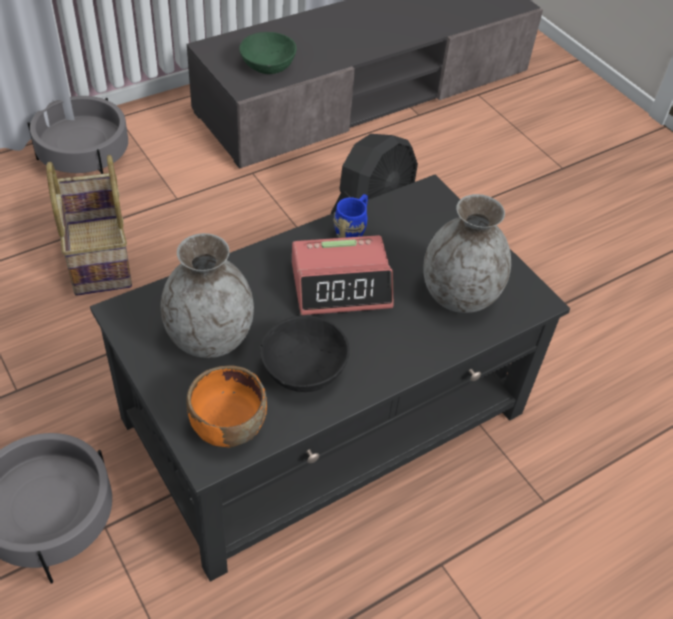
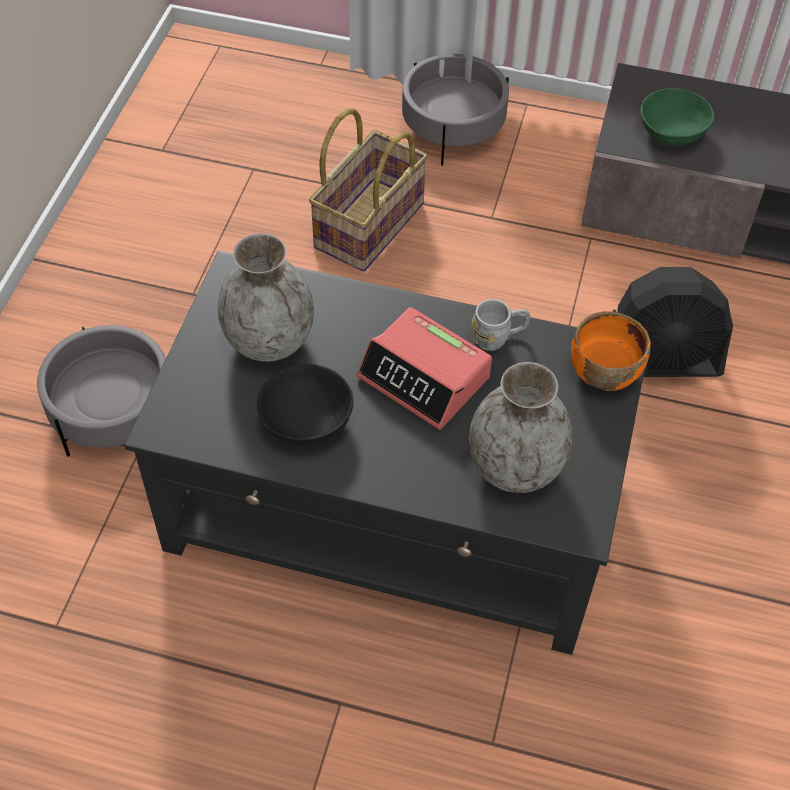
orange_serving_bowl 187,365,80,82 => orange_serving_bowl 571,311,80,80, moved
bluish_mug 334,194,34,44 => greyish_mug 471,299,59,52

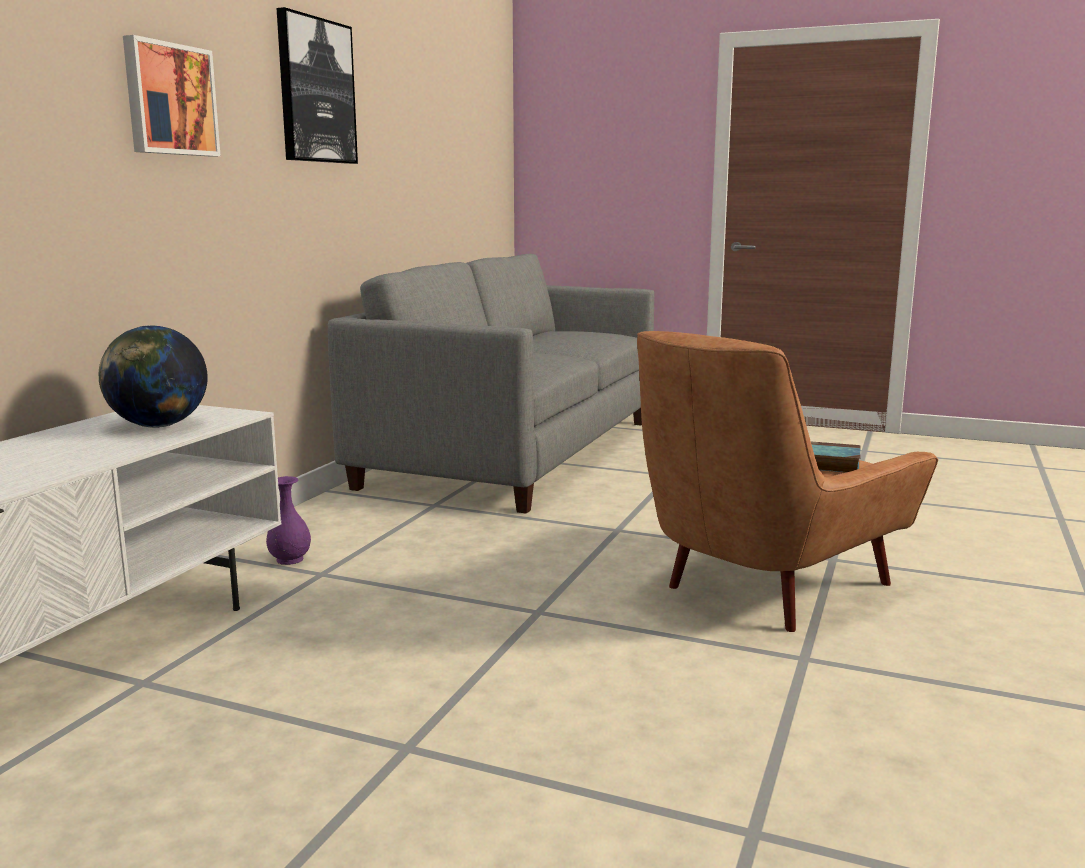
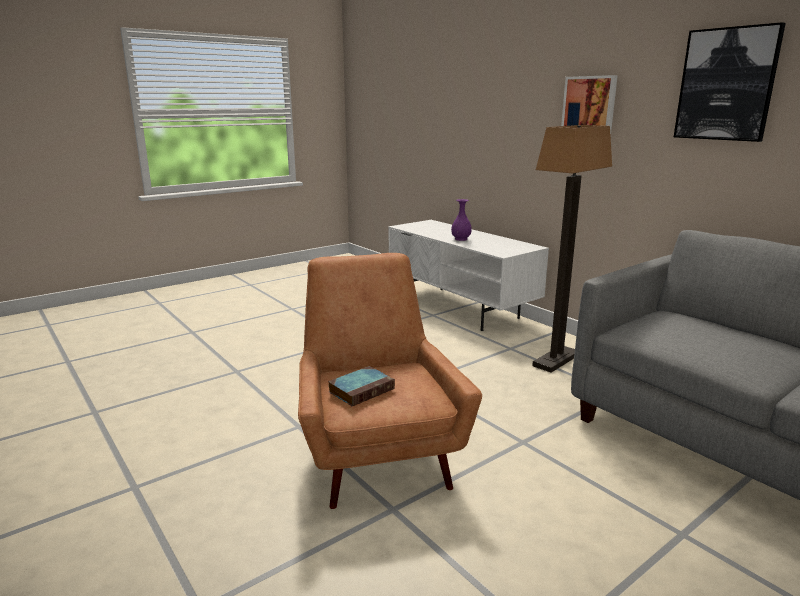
world_globe 99,325,109,103 => nothing
purple_vase 266,476,45,89 => purple_vase 451,199,21,42, moved
nothing => floor_lamp 532,125,80,247

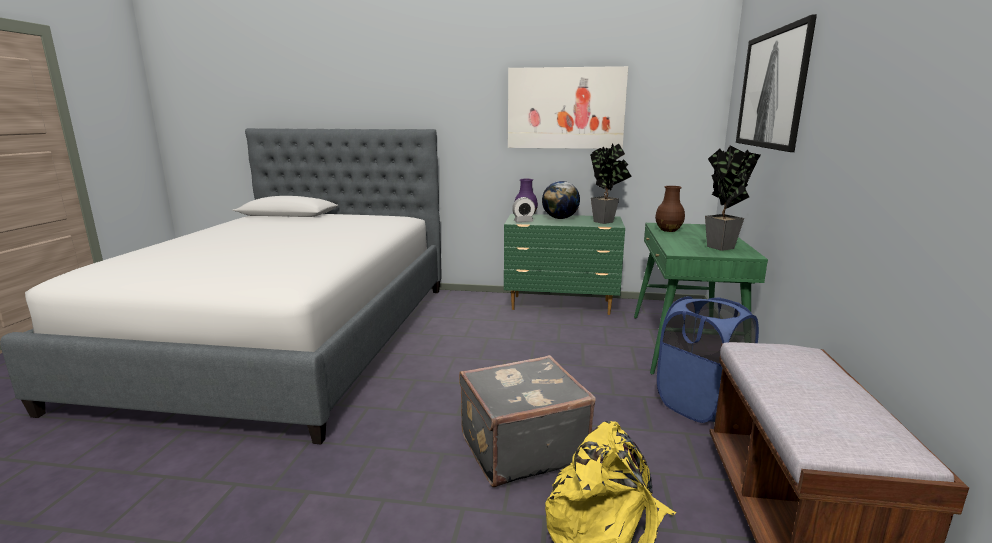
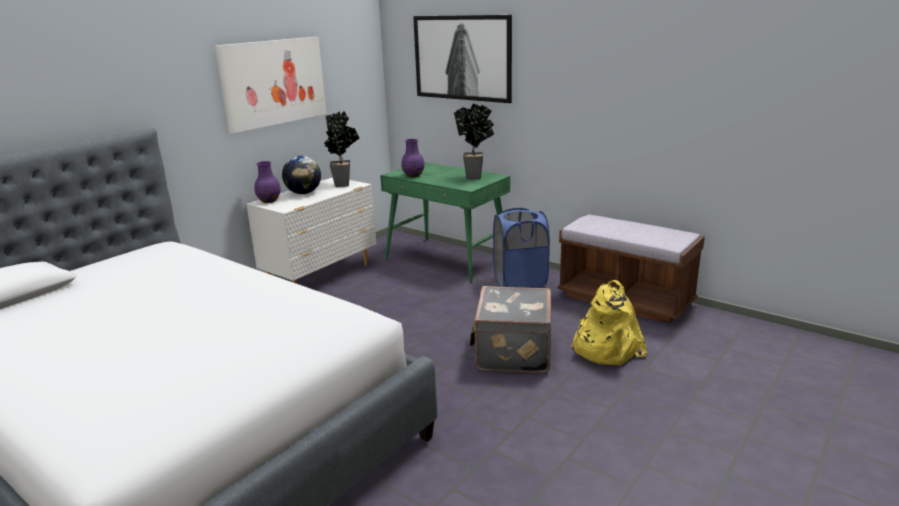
green_dresser 504,214,121,101 => white-coloured_dresser 246,177,130,107
alarm_clock 512,197,23,25 => nothing
brownish_vase 655,186,30,46 => purple_vase 401,139,24,38

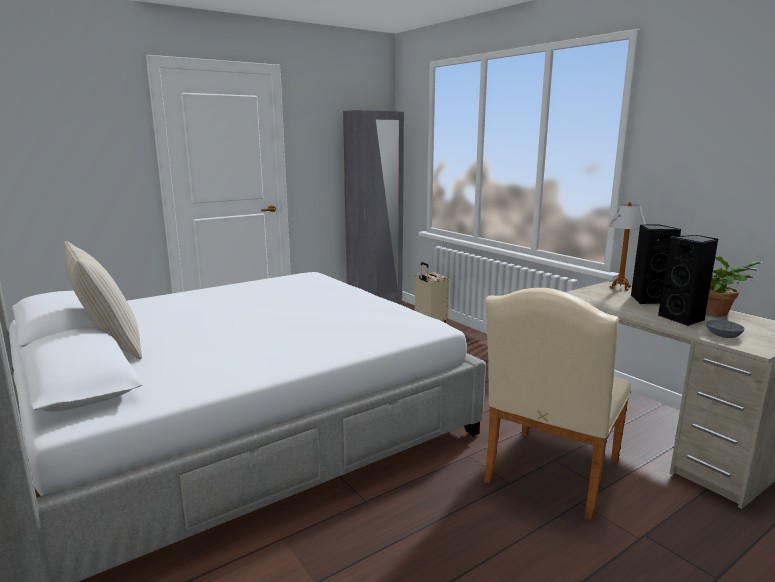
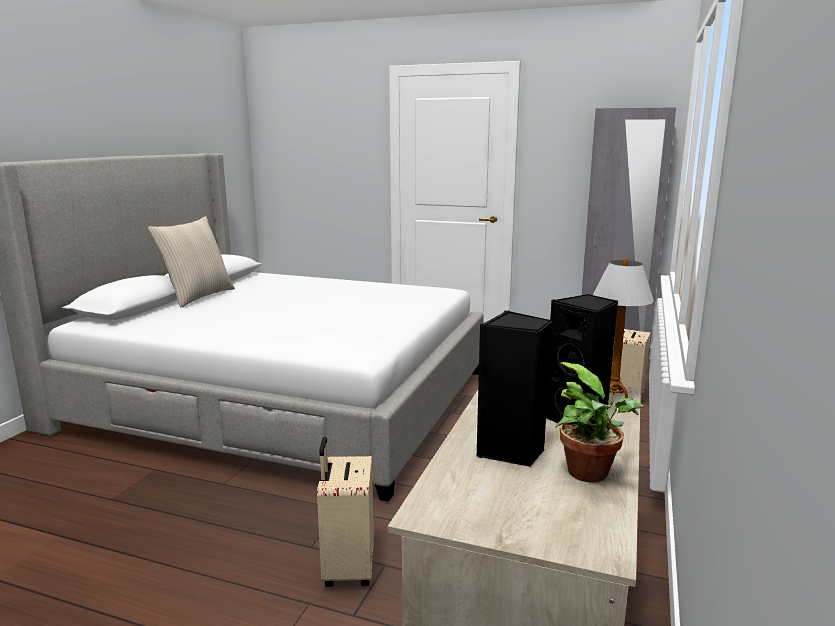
beige-coloured_plain_chair 484,288,147,233 => beige-coloured_suitcase 317,437,57,150
greyish_serving_bowl 706,320,39,18 => nothing

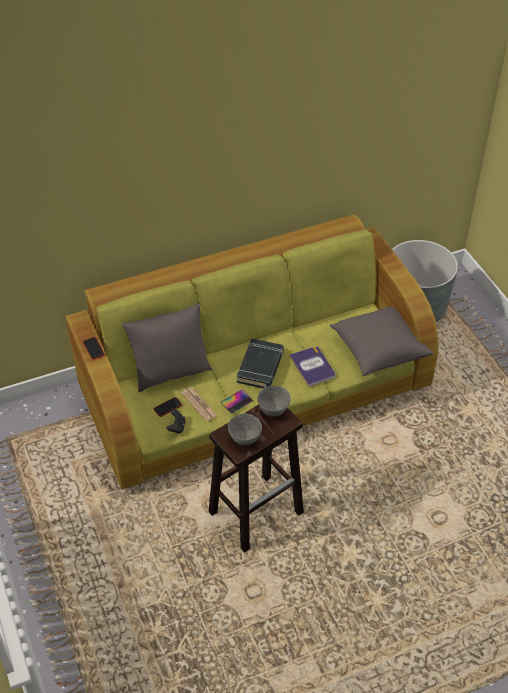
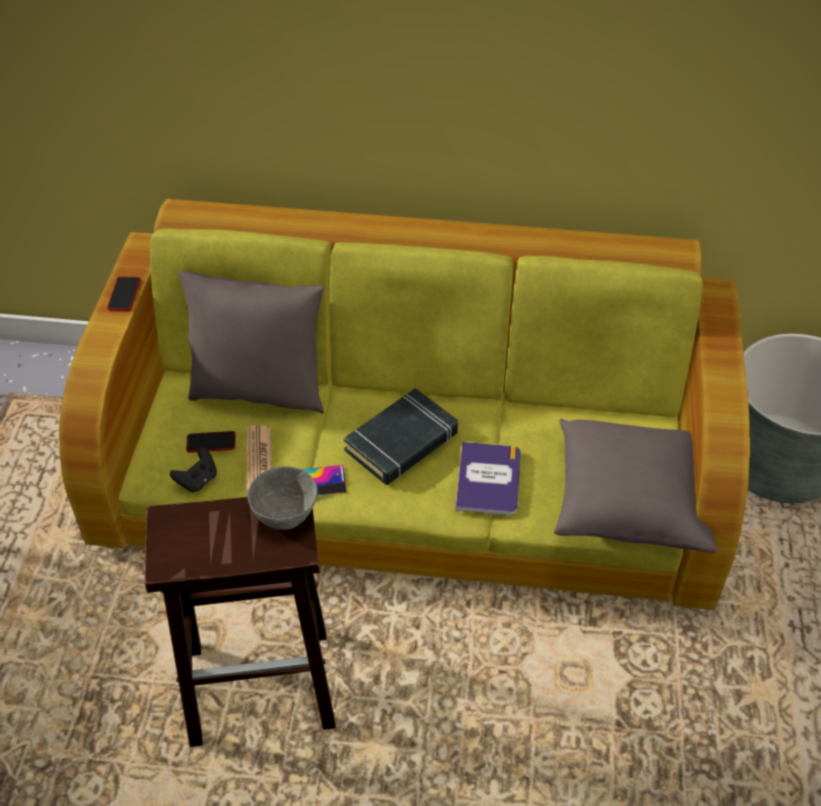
greyish_serving_bowl 228,414,34,31 => nothing

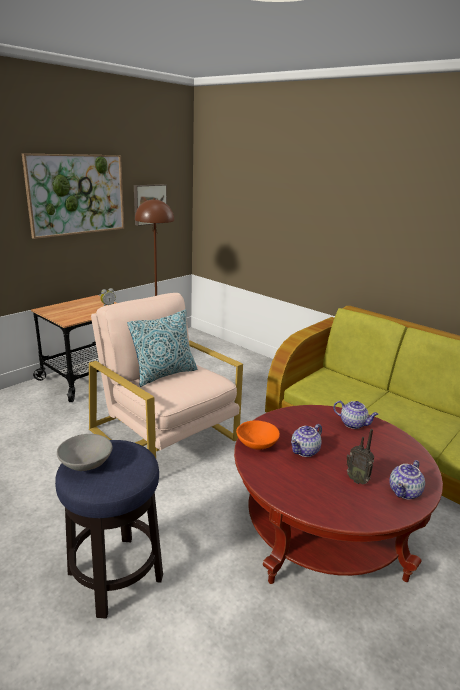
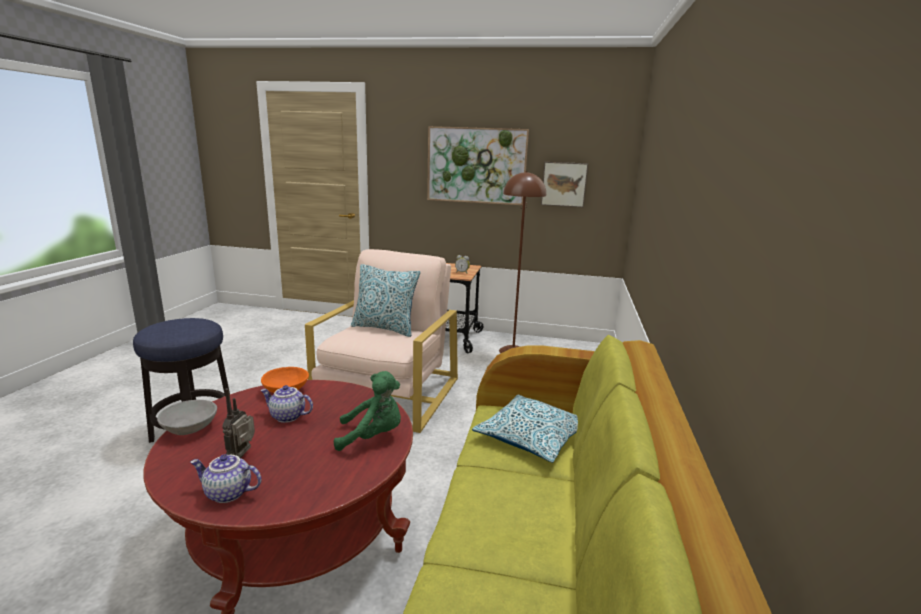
greyish_serving_bowl 57,434,56,37 => greyish_serving_bowl 157,400,60,35, moved
tea_pot 333,401,46,28 => green_plush_toy 334,371,67,80
nothing => pillow 472,394,106,69

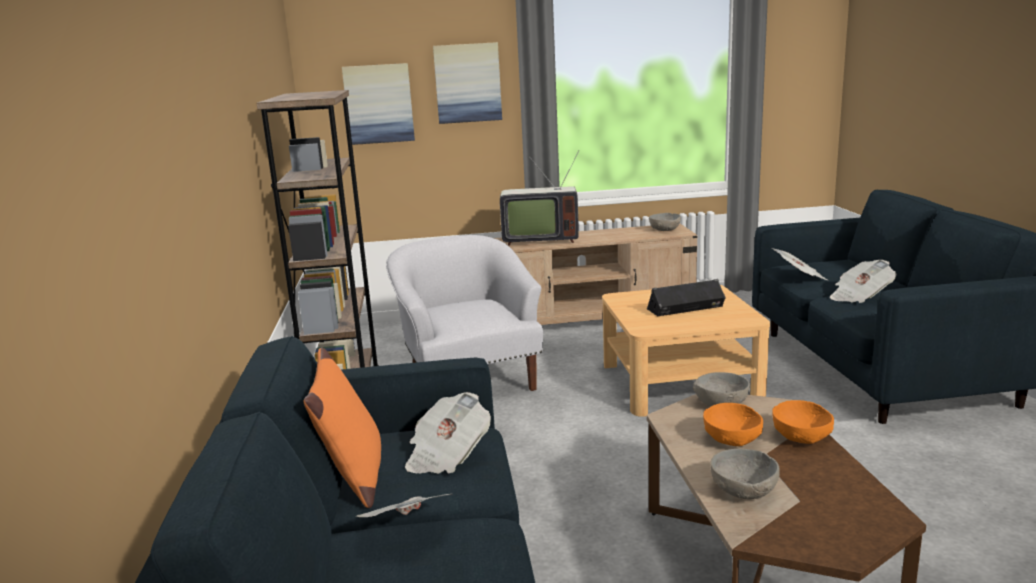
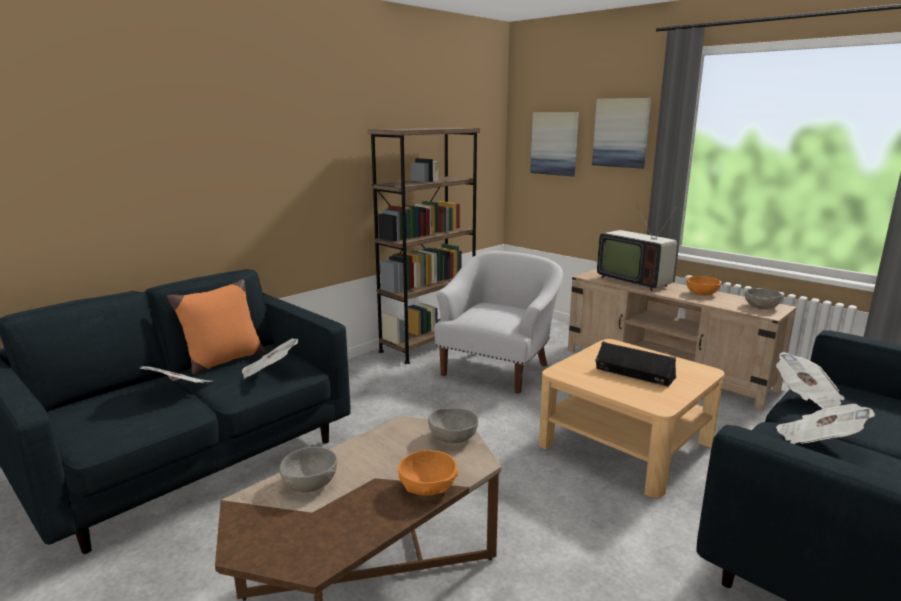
orange_serving_bowl 703,403,60,43 => orange_serving_bowl 687,276,34,19, moved

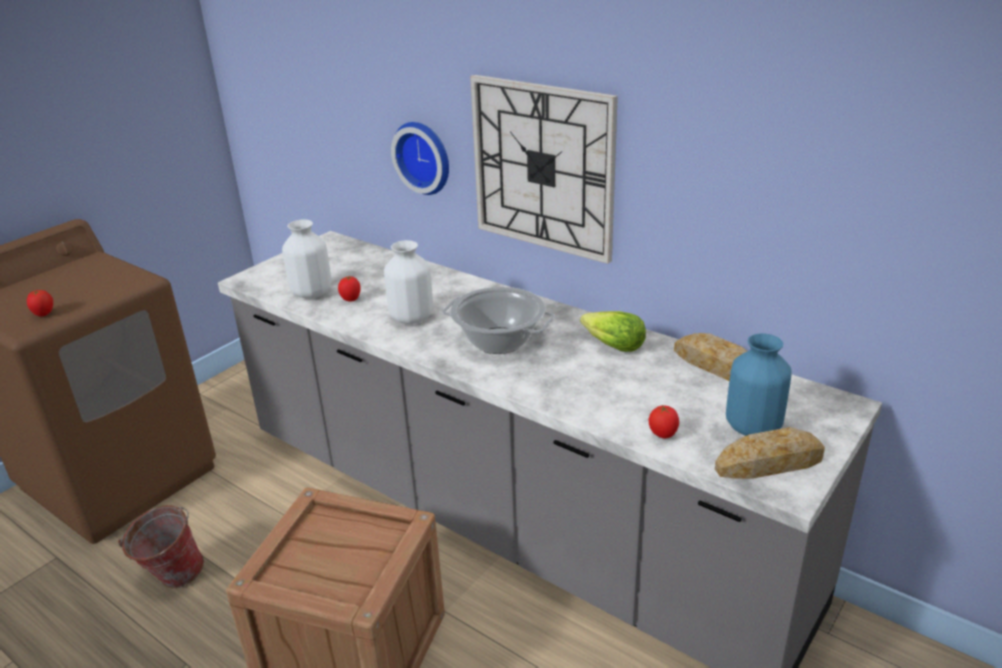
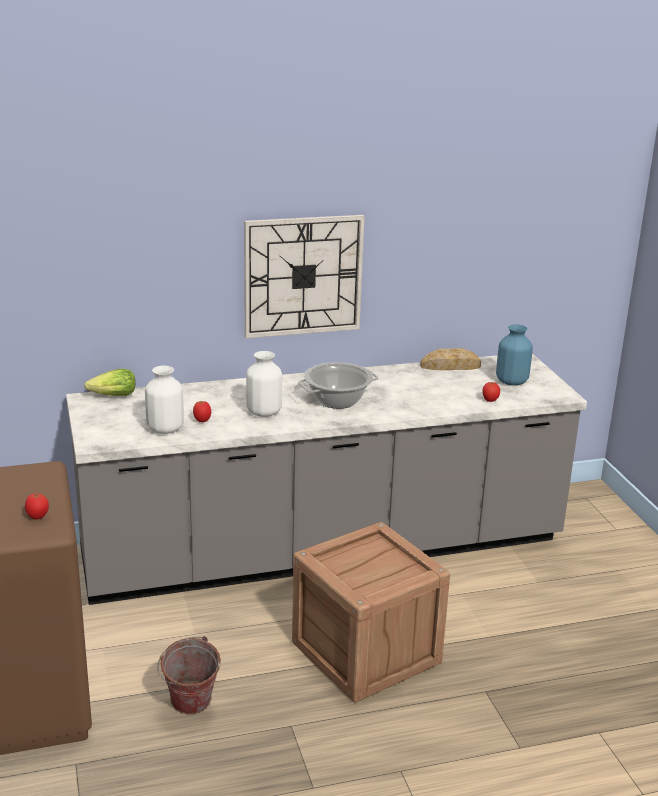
clock_on_the_wall 391,122,58,73 => nothing
head_of_lettuce 580,311,66,41 => head_of_lettuce 84,369,51,27, moved
baked_bread 715,427,110,52 => nothing

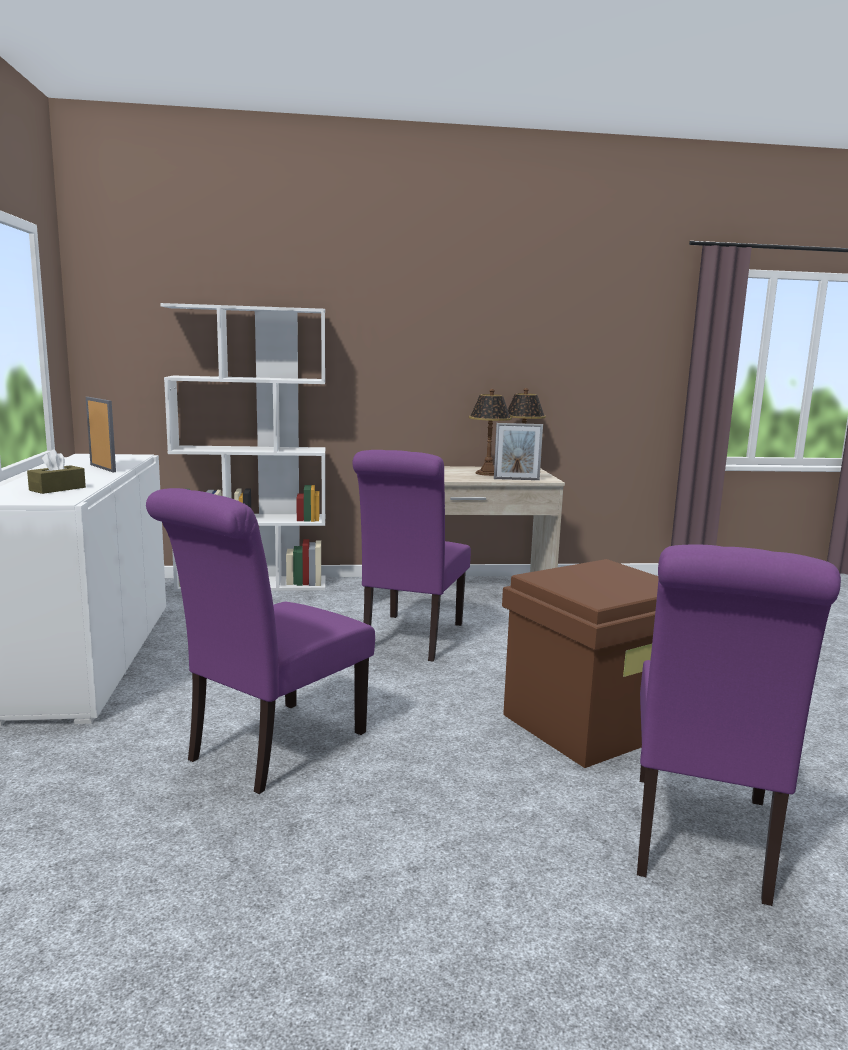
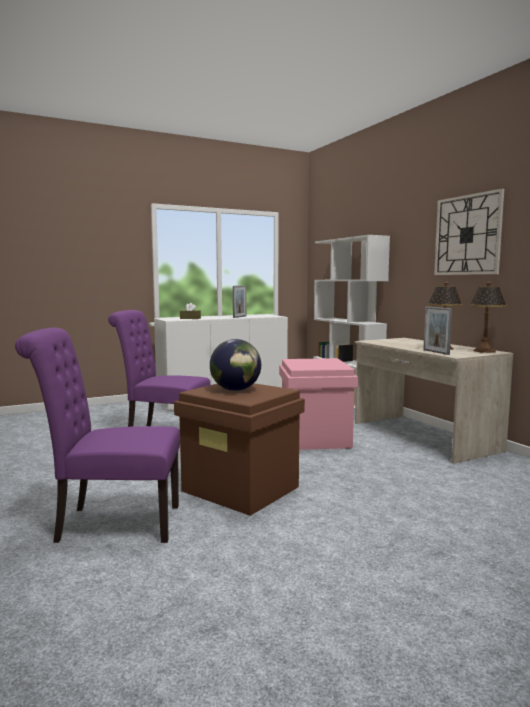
purple_plain_chair 352,450,119,211 => pink_storage_box 279,358,79,92
nothing => world_globe 210,339,51,52
nothing => clock_on_the_wall 434,189,70,86

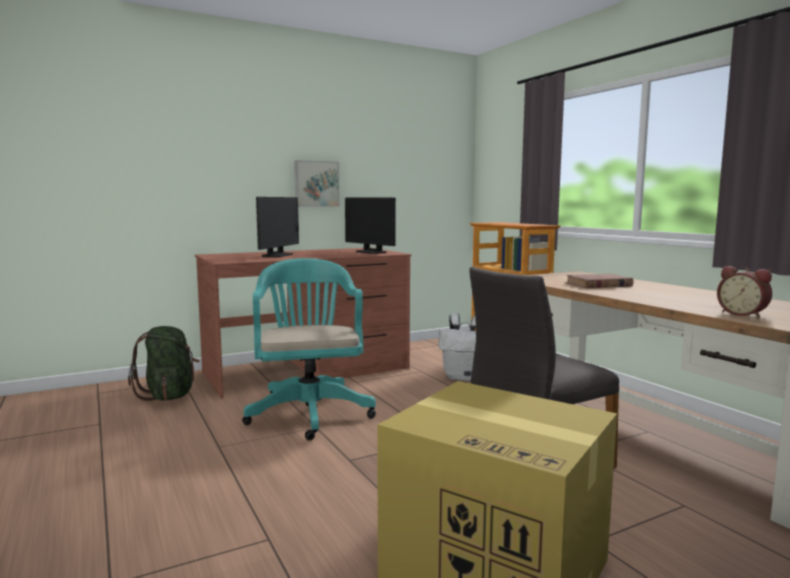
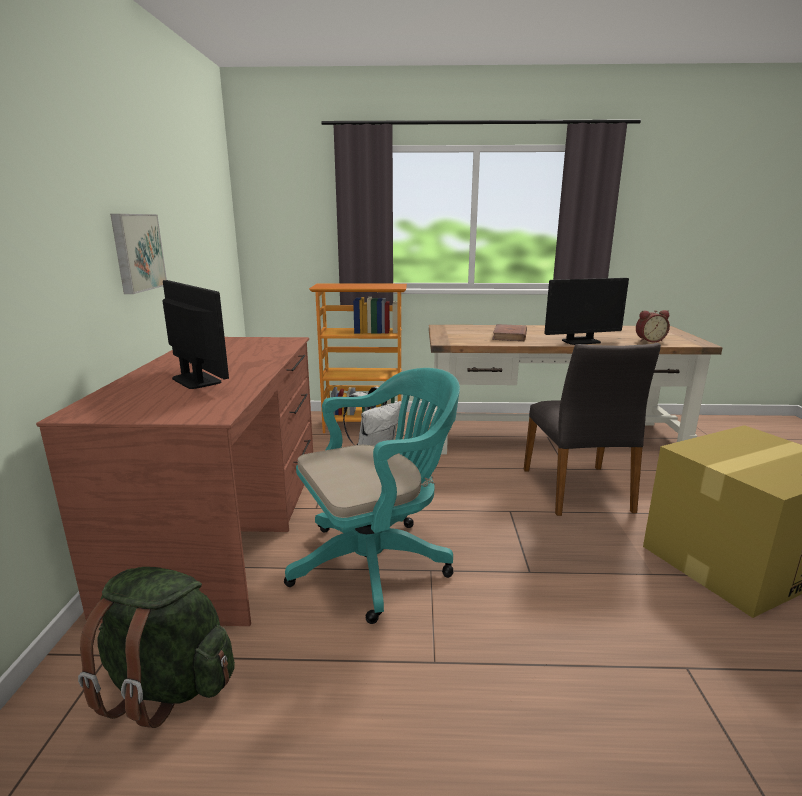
blue-green_office_chair 242,258,134,182 => blue-green_office_chair 284,368,176,256, 135 degrees clockwise
computer_screen 345,197,51,57 => computer_screen 544,278,85,67, moved

